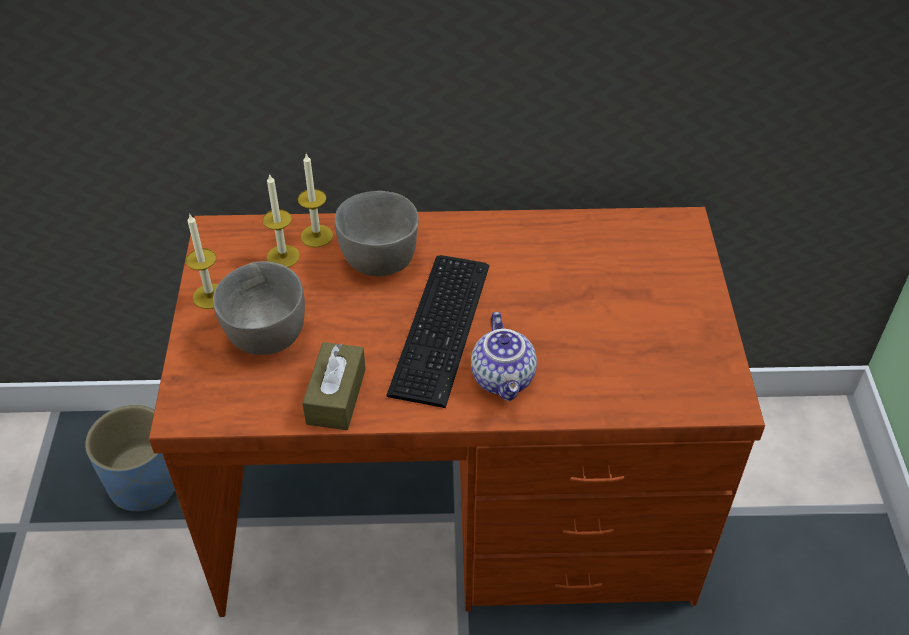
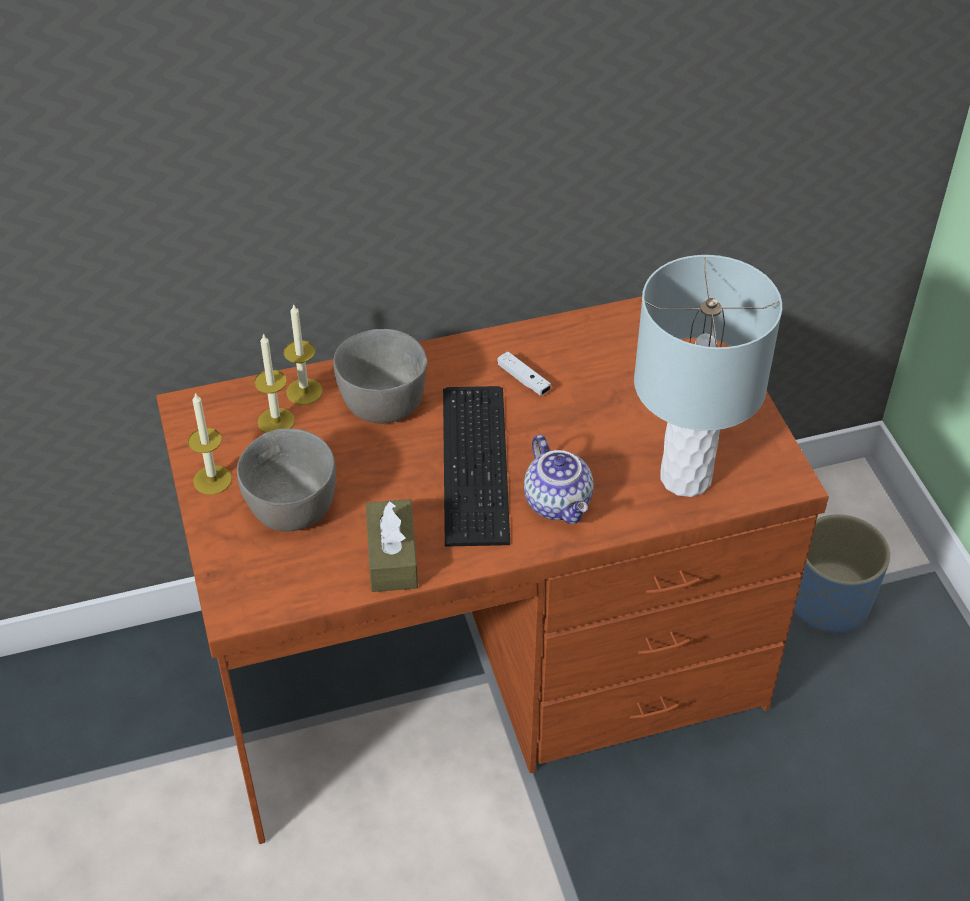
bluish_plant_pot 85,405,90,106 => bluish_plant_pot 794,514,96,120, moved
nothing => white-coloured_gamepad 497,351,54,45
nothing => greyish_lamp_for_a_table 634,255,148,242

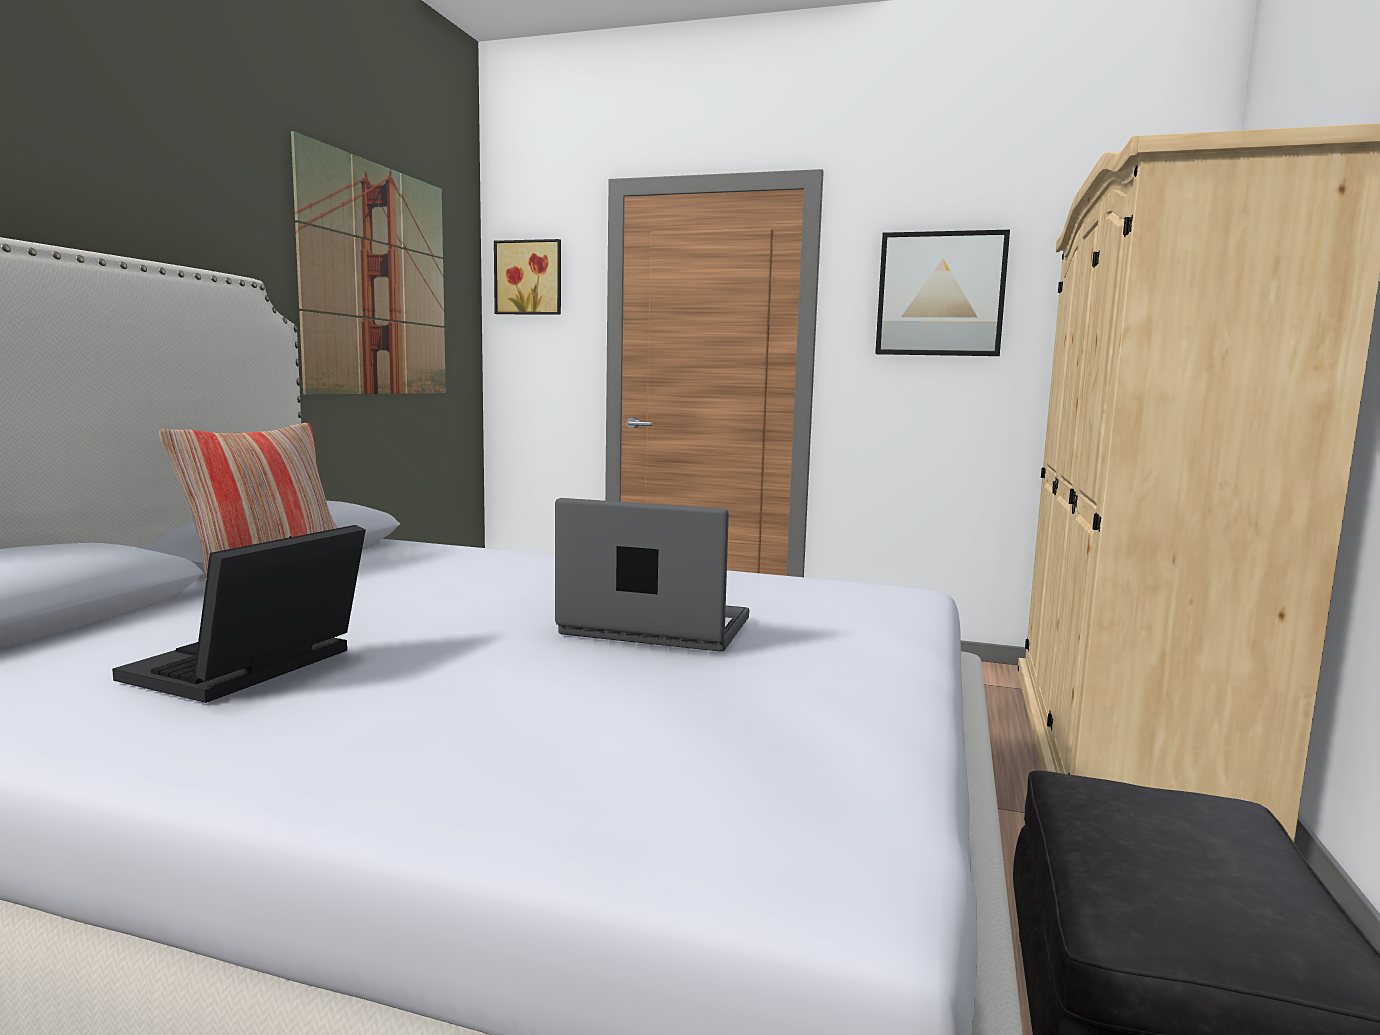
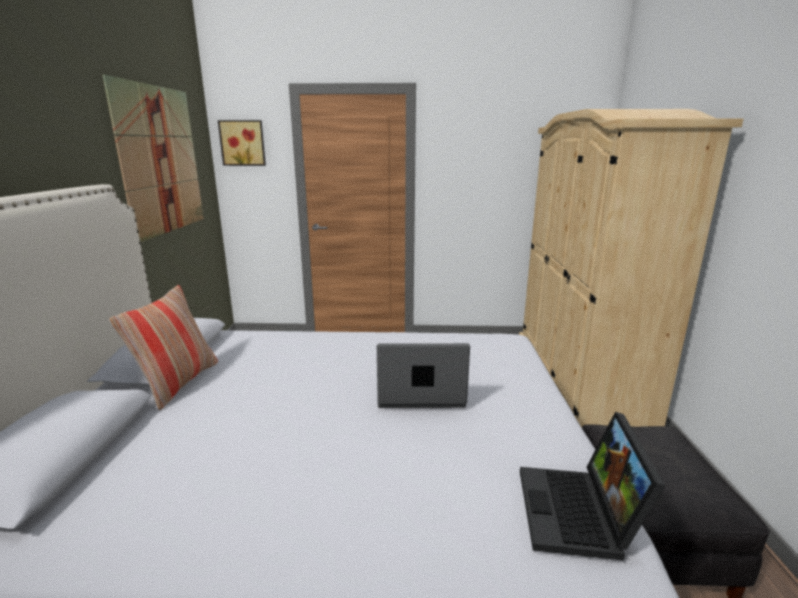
laptop 112,525,254,178 => laptop 520,412,146,149, moved
wall_art 875,230,135,126 => nothing

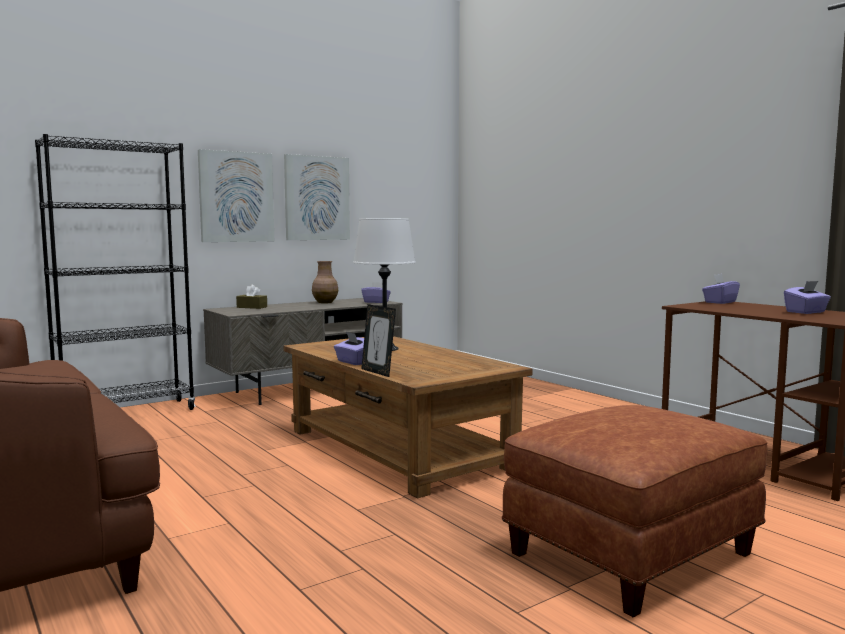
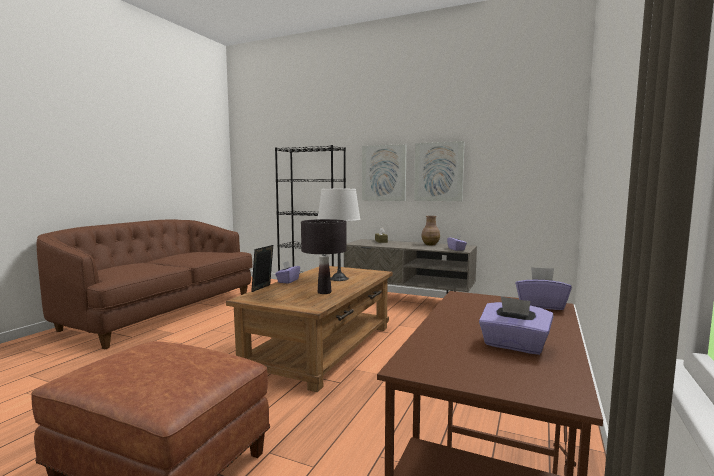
nothing => black-coloured_lamp_for_a_table 301,219,46,75

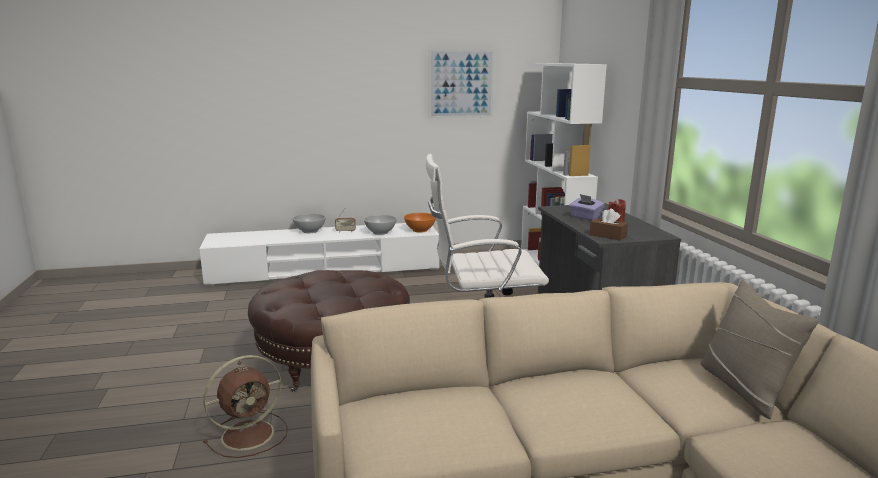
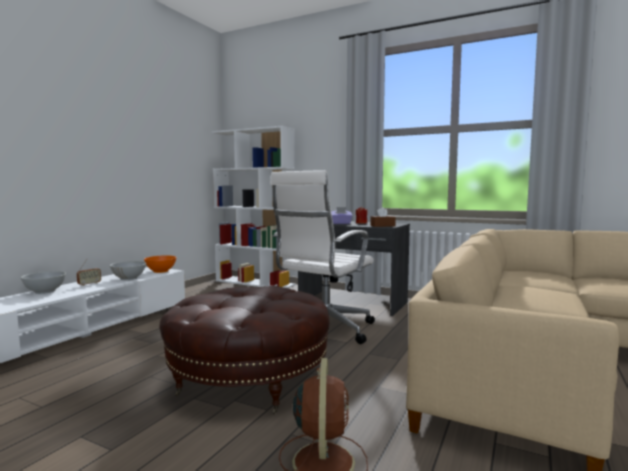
wall_art 429,49,65,70 => nothing
beige-coloured_pillow 700,280,119,139 => nothing

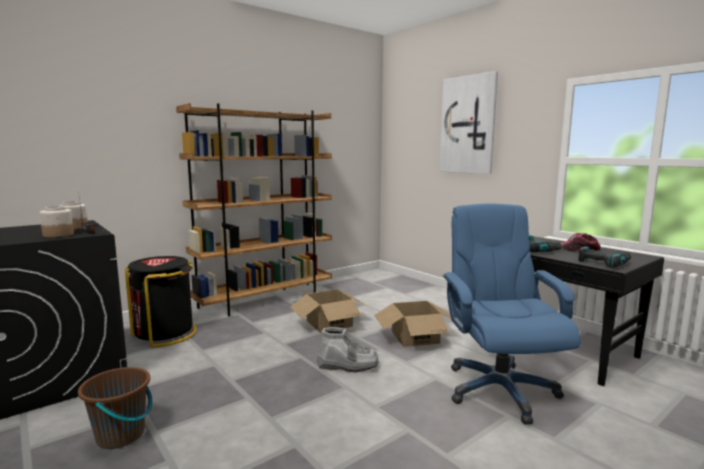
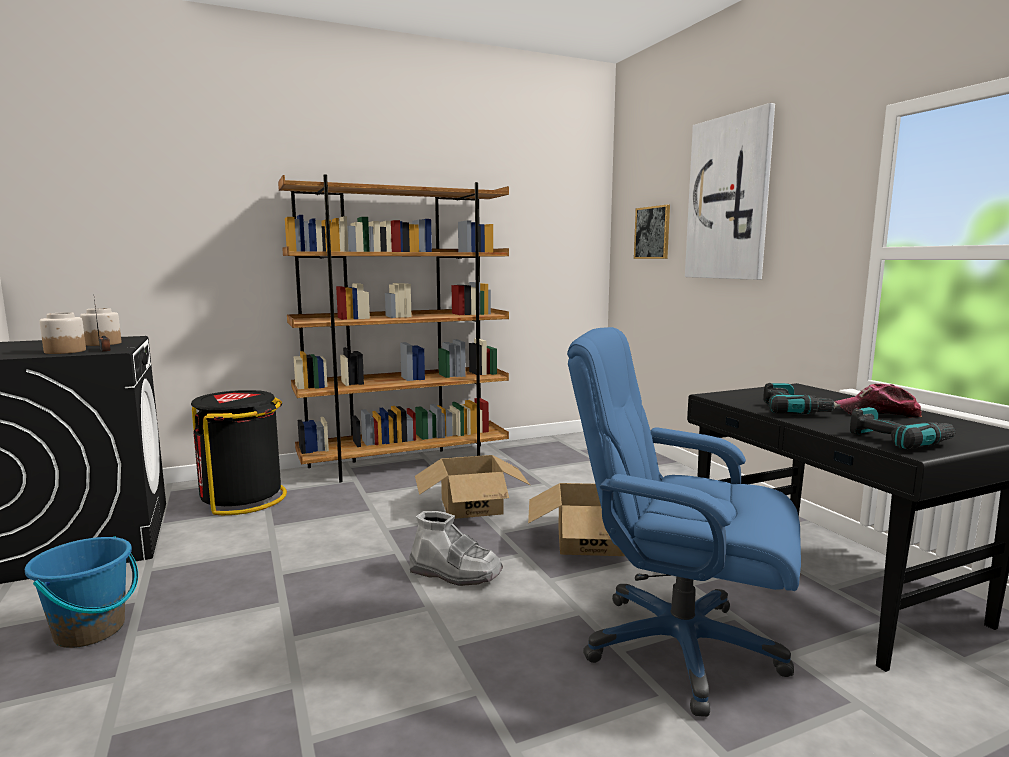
brownish_bucket 78,367,74,82 => bluish_bucket 25,536,113,112
bluish_office_chair 443,203,138,222 => bluish_office_chair 567,327,234,390, 75 degrees counterclockwise
nothing => wall_art 634,205,36,54

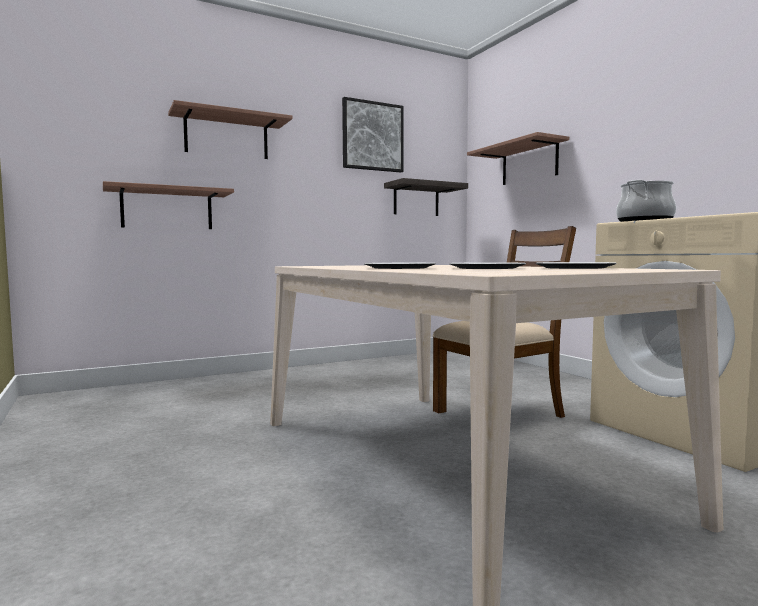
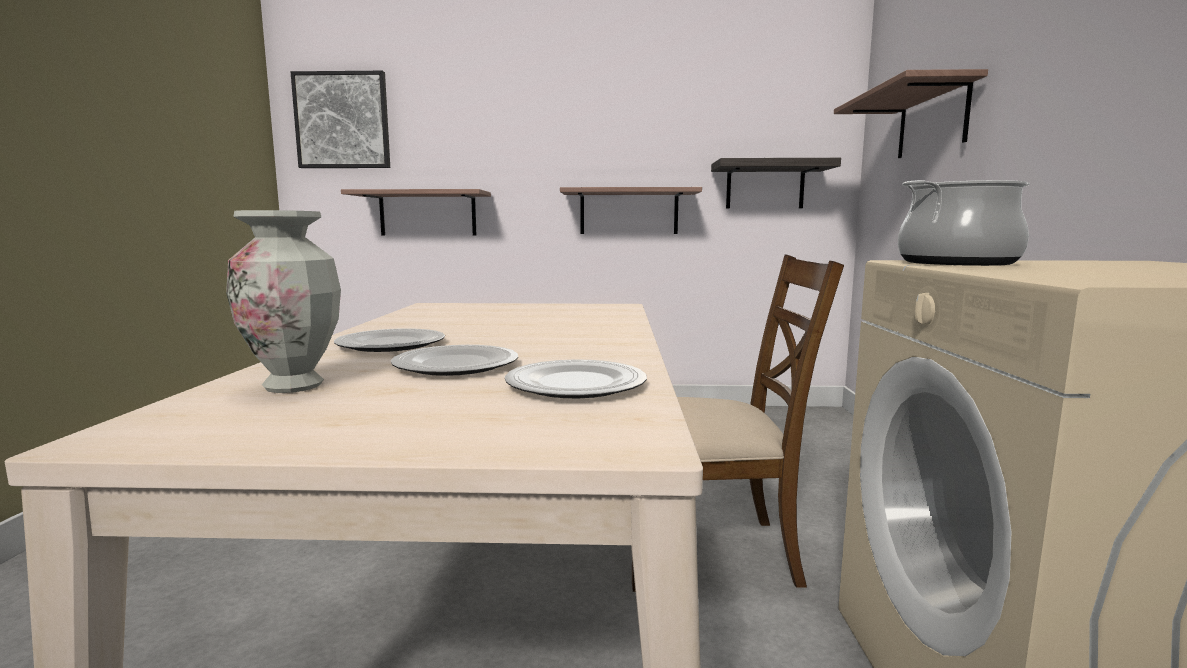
wall_shelf 168,100,124,59 => wall_shelf 560,187,142,47, moved
wall_art 342,97,61,76 => wall_art 291,71,99,97, moved
nothing => vase 226,210,115,183

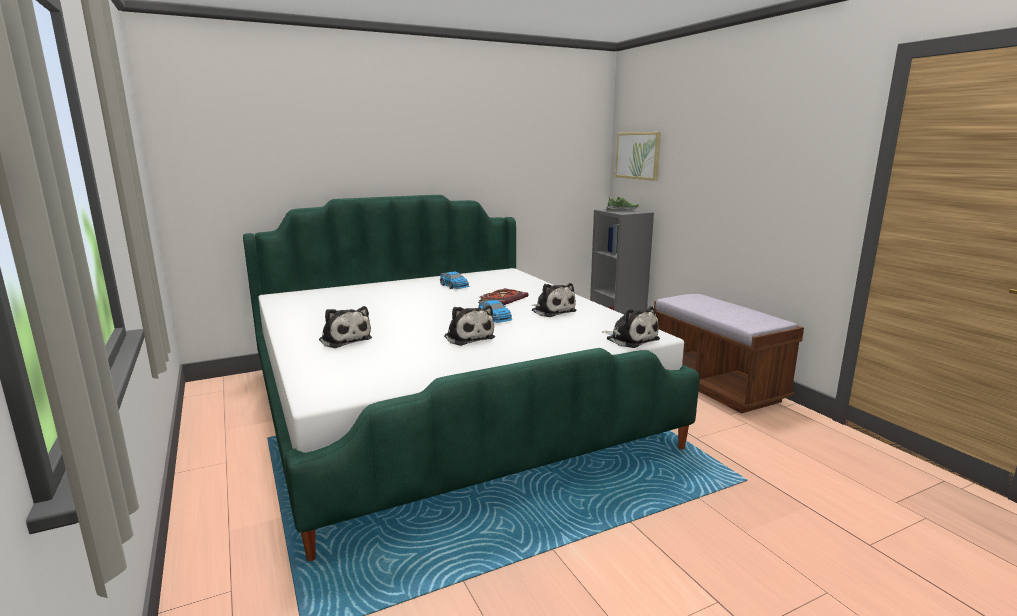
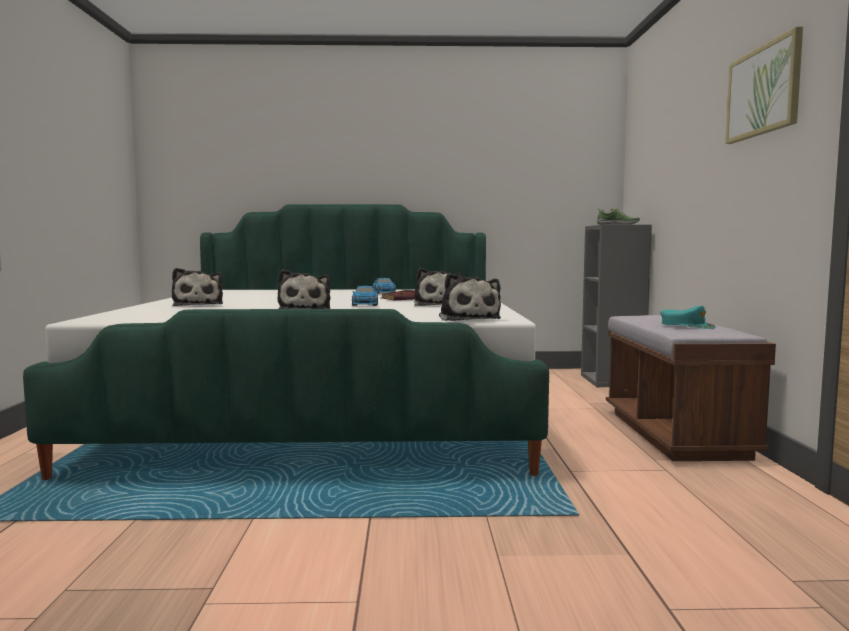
wall_art 615,132,46,49 => wall_art 725,27,78,117, moved
nothing => blue-green_peaked_cap 660,306,56,23

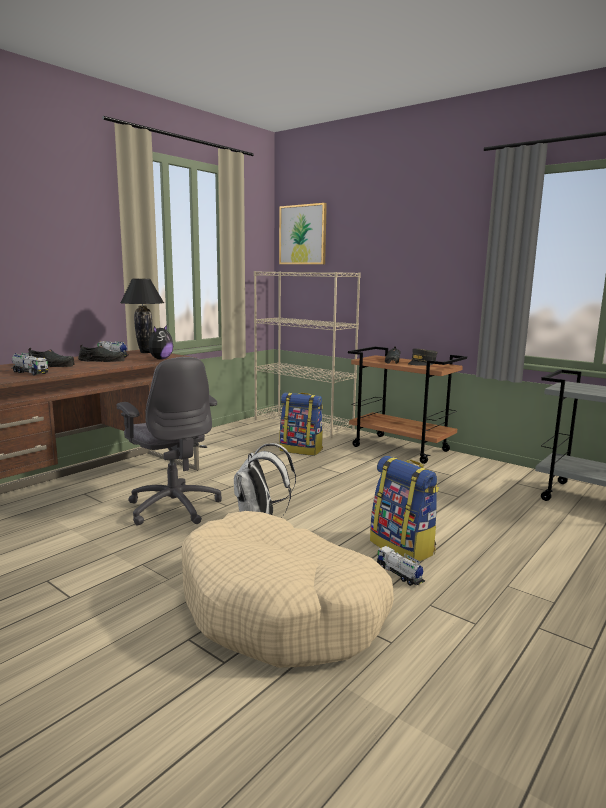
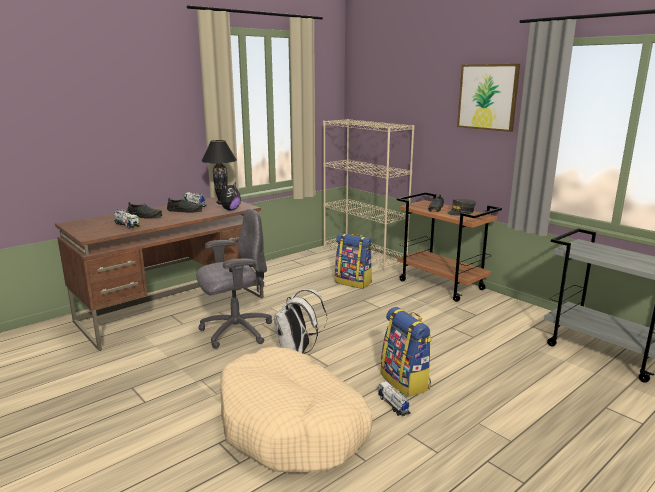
greyish_office_chair 117,357,105,169 => greyish_office_chair 196,209,76,140, 90 degrees counterclockwise
wall_art 279,203,48,61 => wall_art 457,64,63,68, moved

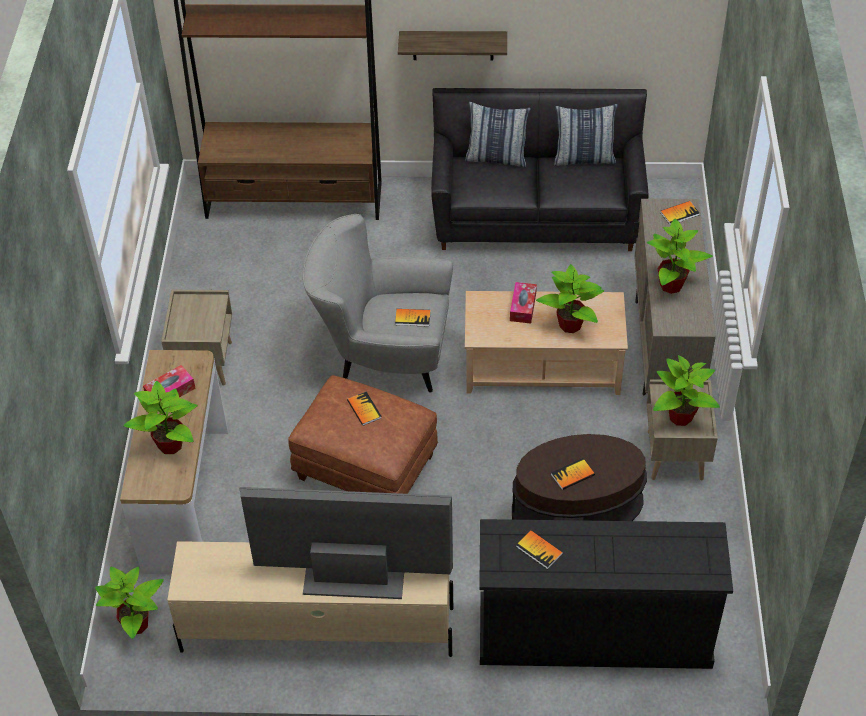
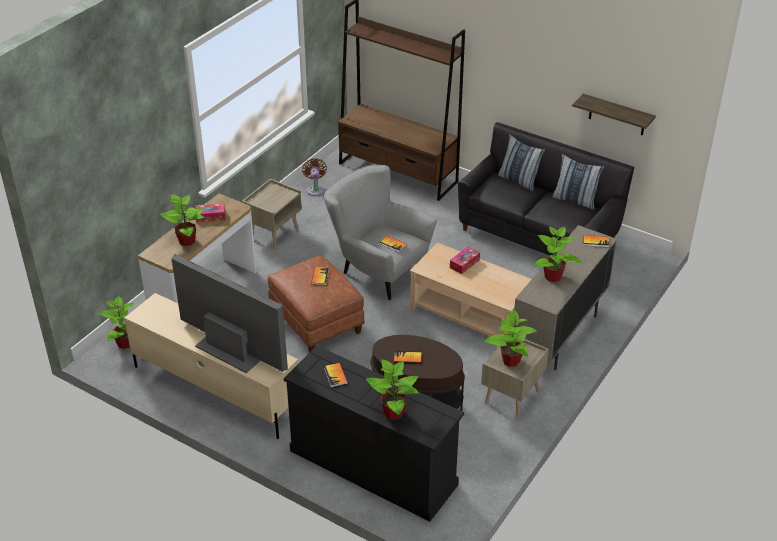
wall_shelf 398,31,109,30 => wall_shelf 572,94,84,42, moved
plant_in_a_pot 536,264,68,69 => plant_in_a_pot 366,359,53,61, moved
nothing => brownish_fan 302,158,25,38

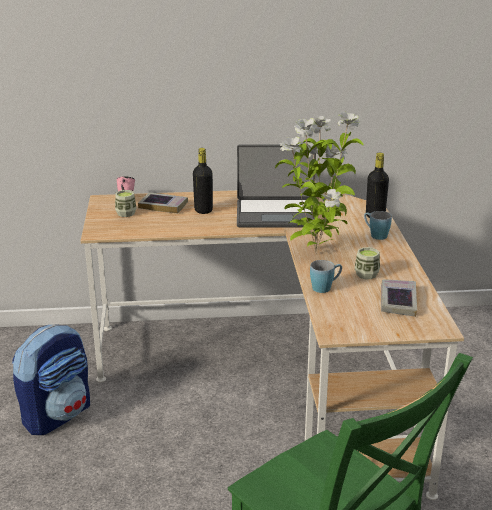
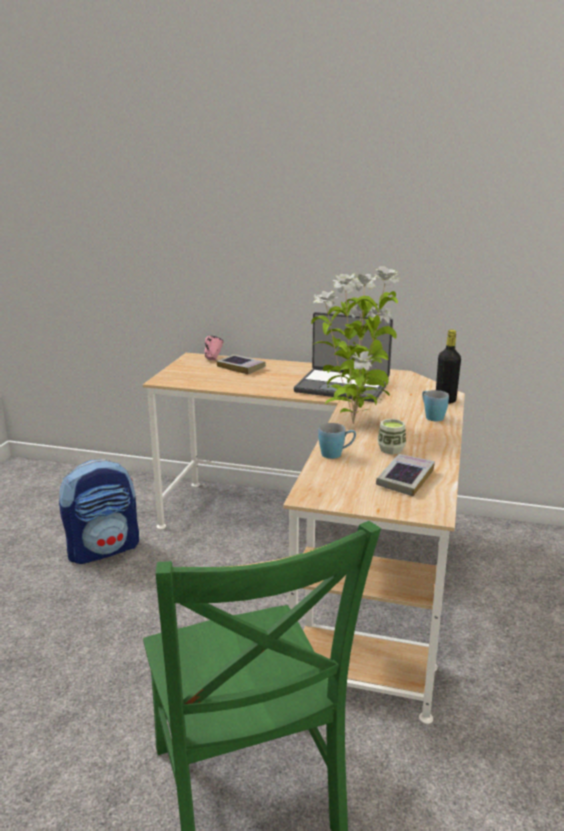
drinking_cup 115,190,21,27 => nothing
black-coloured_drink_bottle 193,148,20,66 => nothing

